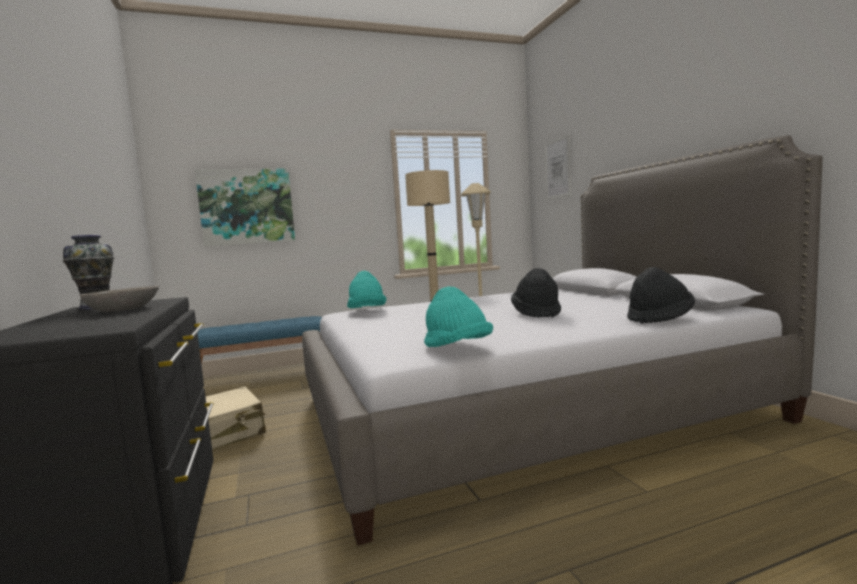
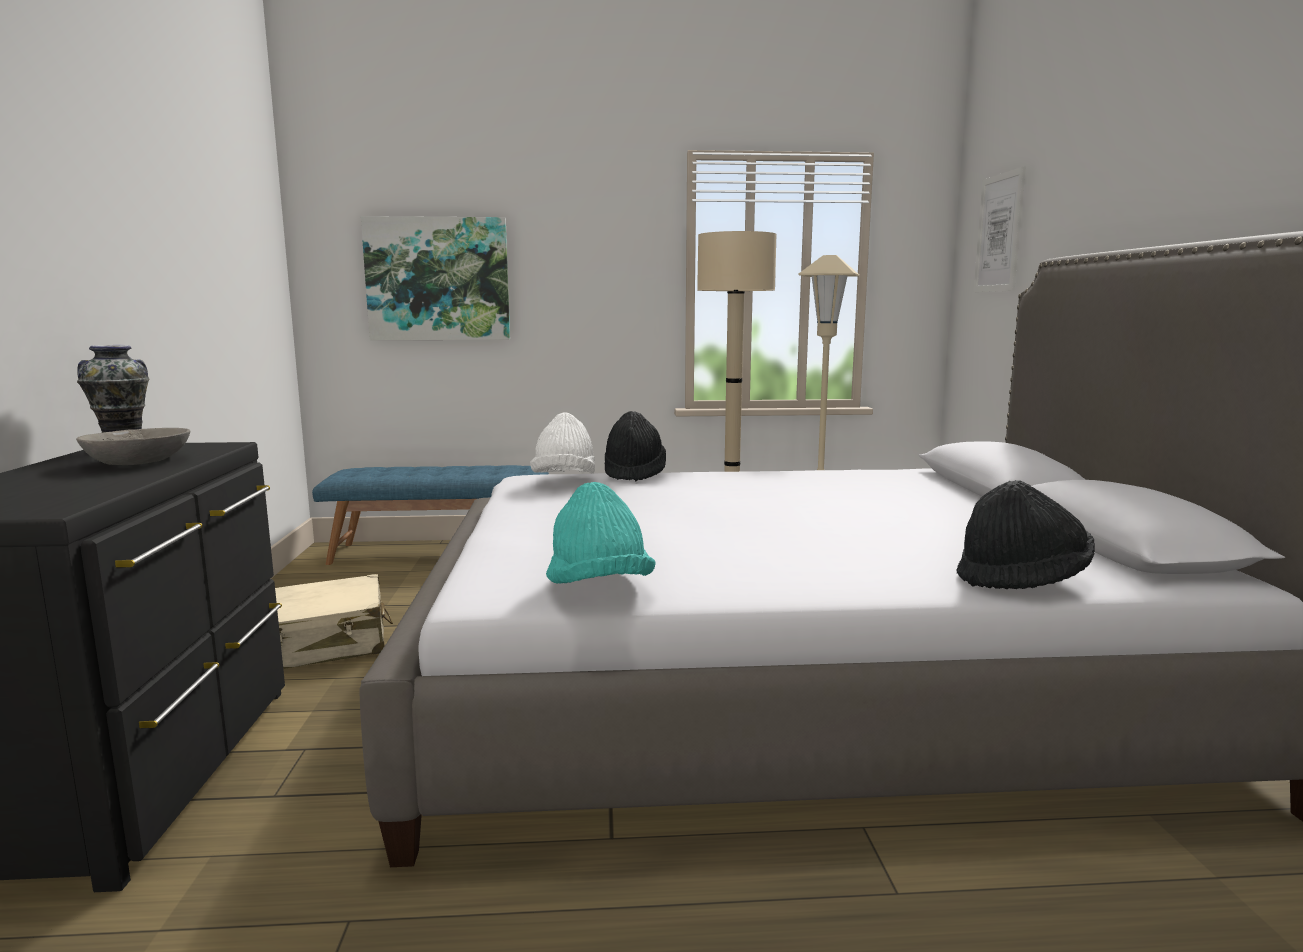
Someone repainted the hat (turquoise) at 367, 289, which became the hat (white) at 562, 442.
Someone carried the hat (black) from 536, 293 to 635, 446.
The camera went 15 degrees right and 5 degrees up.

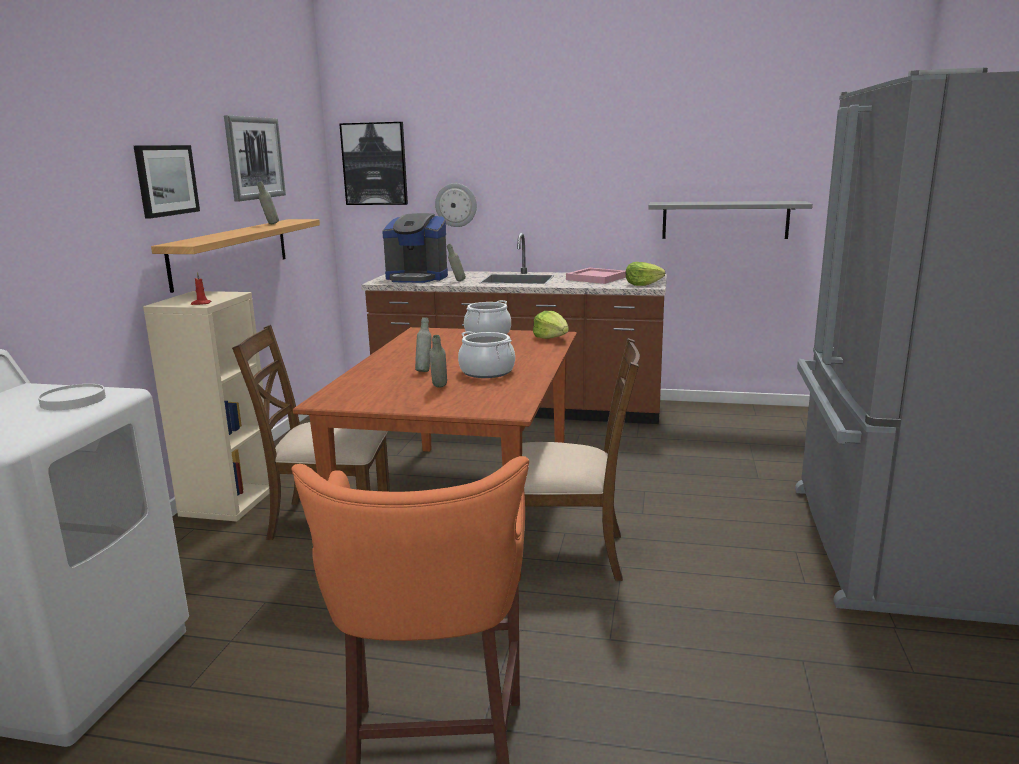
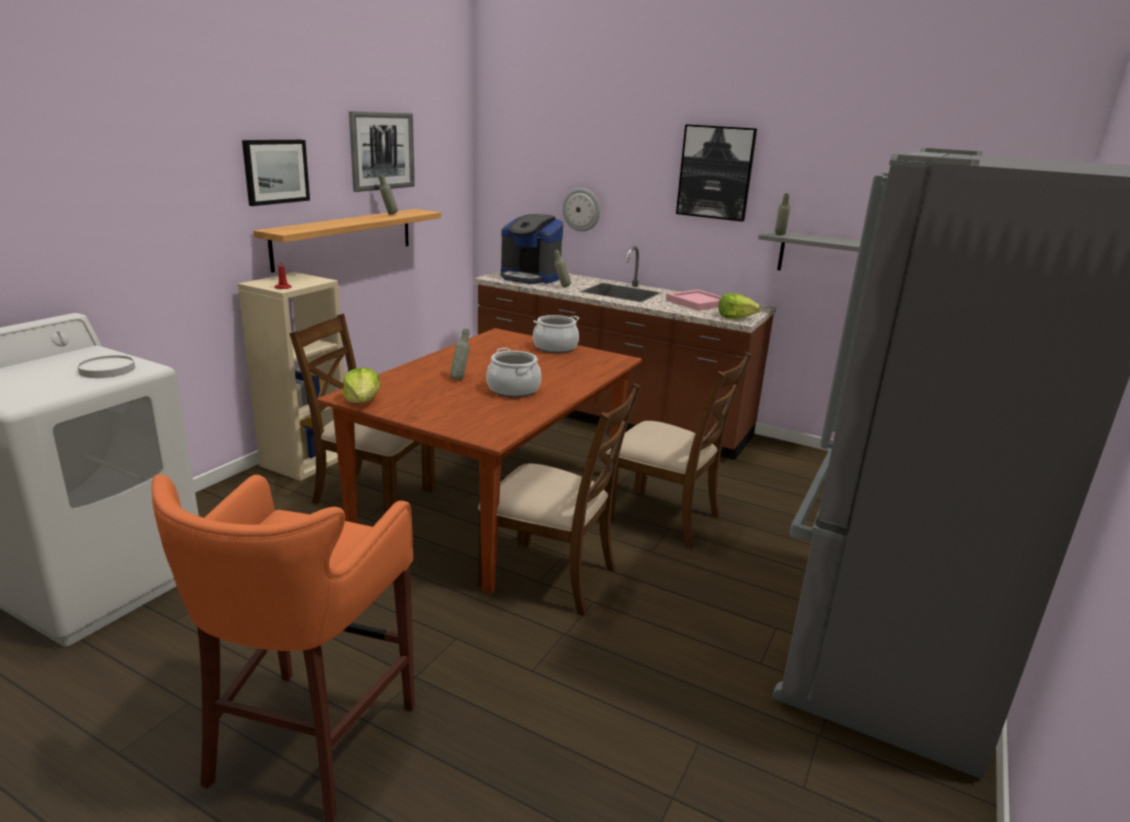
Someone carried the lettuce from 551, 325 to 362, 385.
Someone put down the chair (brown) at 679, 450.
Someone carried the picture from 373, 163 to 716, 173.
Someone carried the bottle (grey) from 438, 361 to 782, 214.
The camera went 15 degrees right and 5 degrees up.

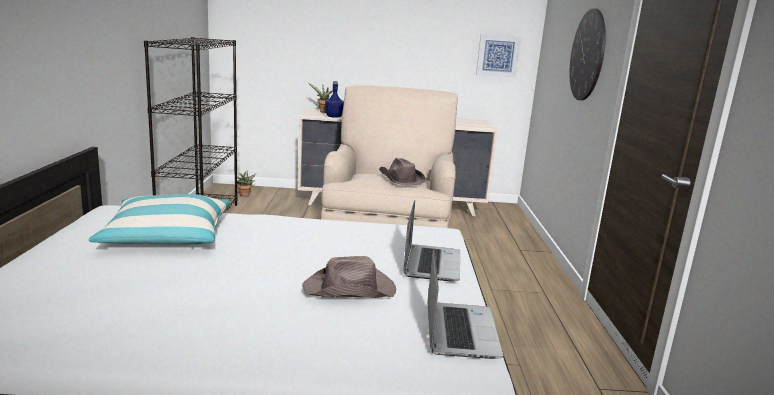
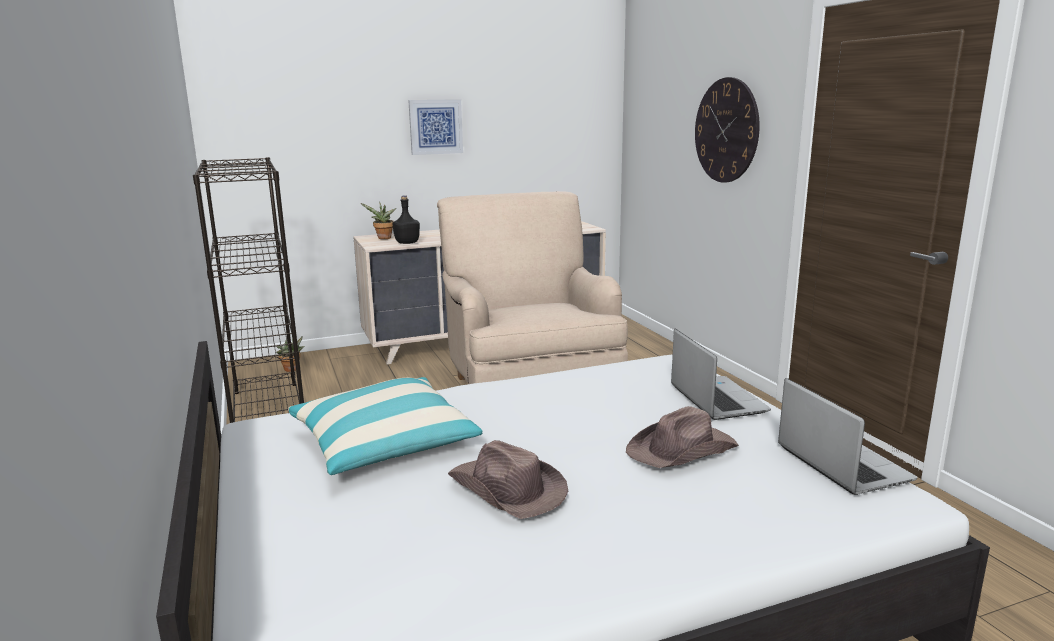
Someone repainted the bottle (blue) at 334, 99, which became the bottle (black) at 406, 220.
Someone carried the picture from 498, 56 to 435, 127.
Someone carried the hat (brown) from 402, 171 to 508, 479.
The camera went 20 degrees left and 0 degrees up.

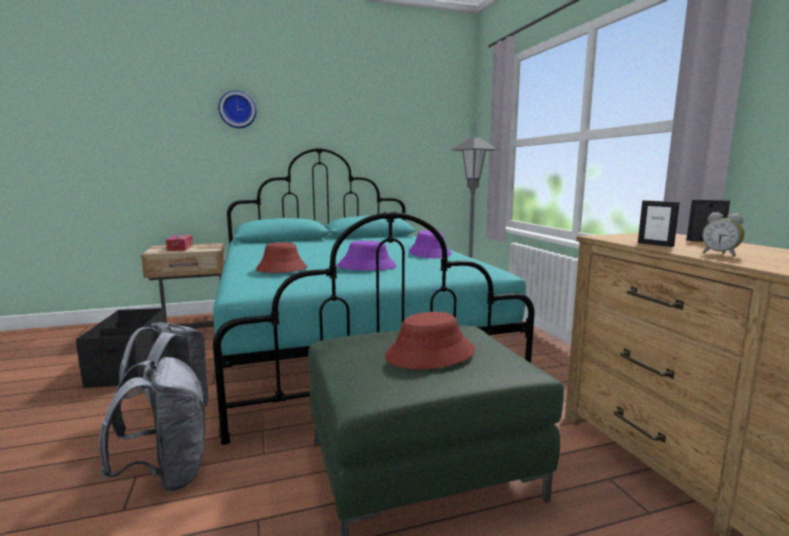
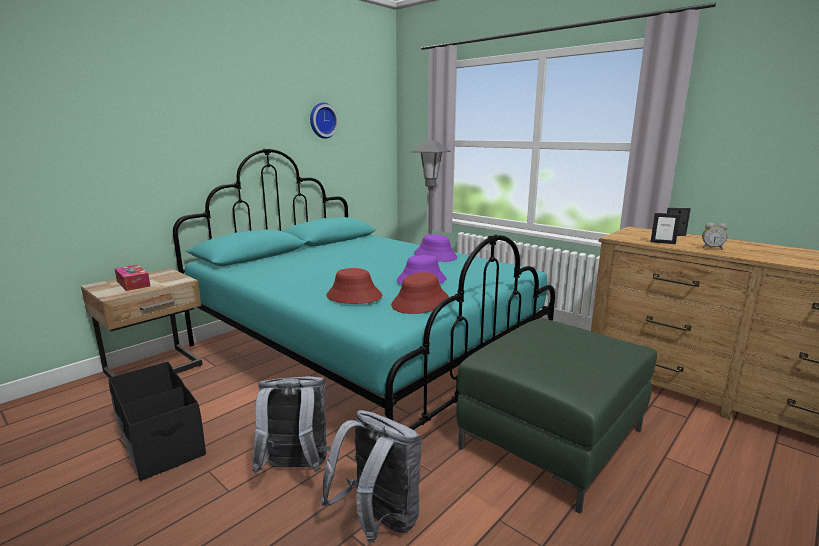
Someone carried the wall clock from 237, 109 to 324, 121.
Someone carried the hat (red) from 430, 340 to 420, 293.
The camera went 30 degrees left and 5 degrees up.

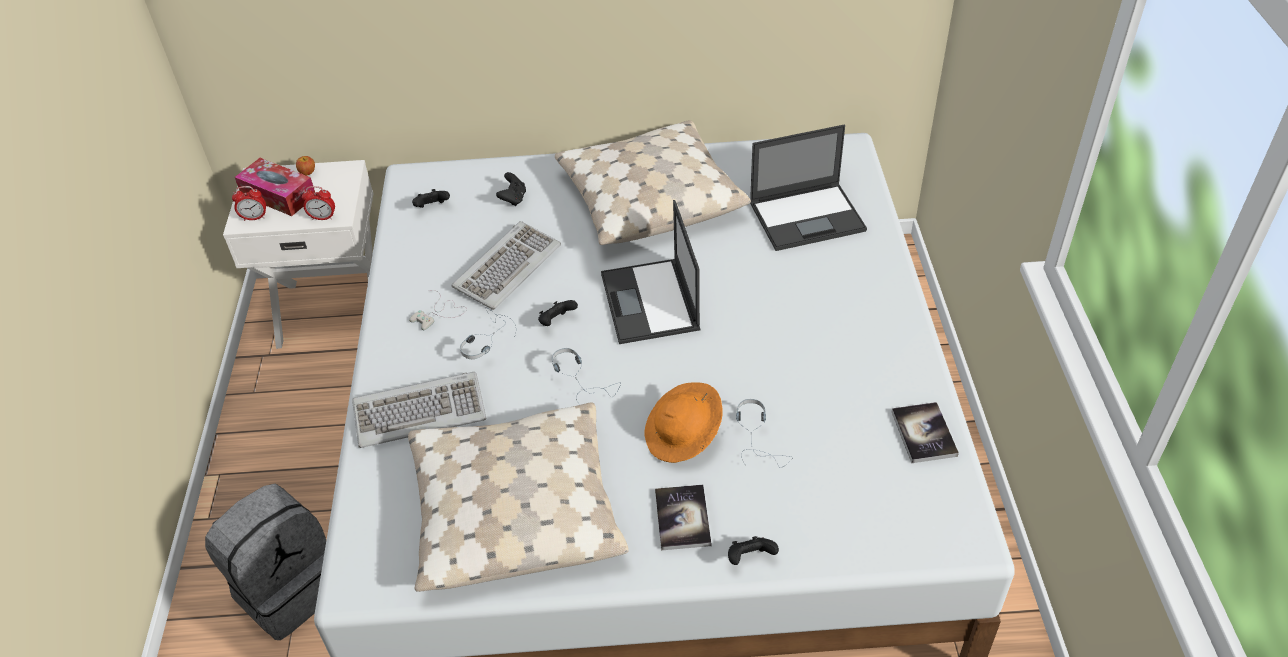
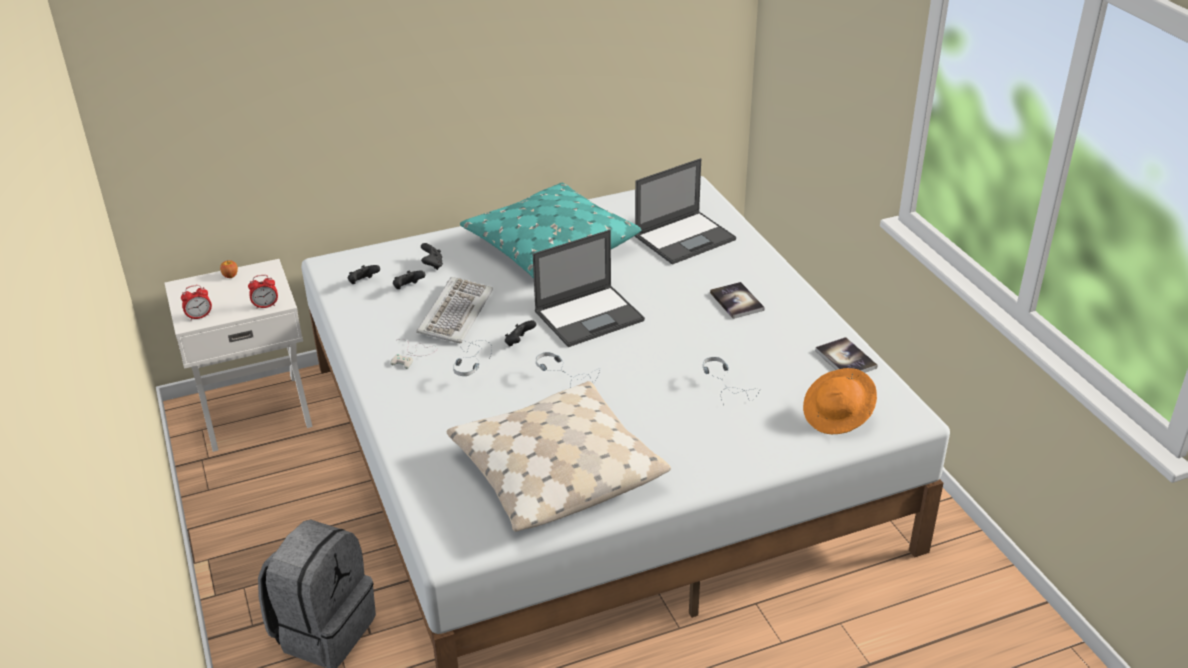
Someone carried the game controller (black) from 753, 550 to 409, 280.
Someone repainted the pillow (beige) at 653, 182, which became the pillow (turquoise) at 550, 231.
Someone rotated the laptop at 651, 272 by 90 degrees counterclockwise.
Someone carried the book from 683, 517 to 737, 300.
Someone carried the hat (orange) from 684, 422 to 840, 401.
Someone took away the tissue box at 275, 187.
Someone took away the keyboard at 419, 410.
The camera went 20 degrees left and 10 degrees down.

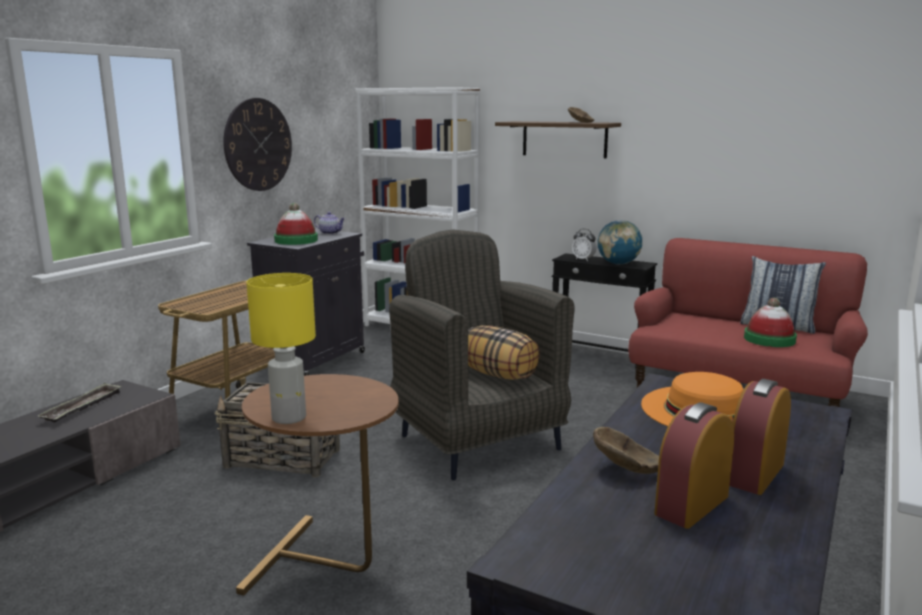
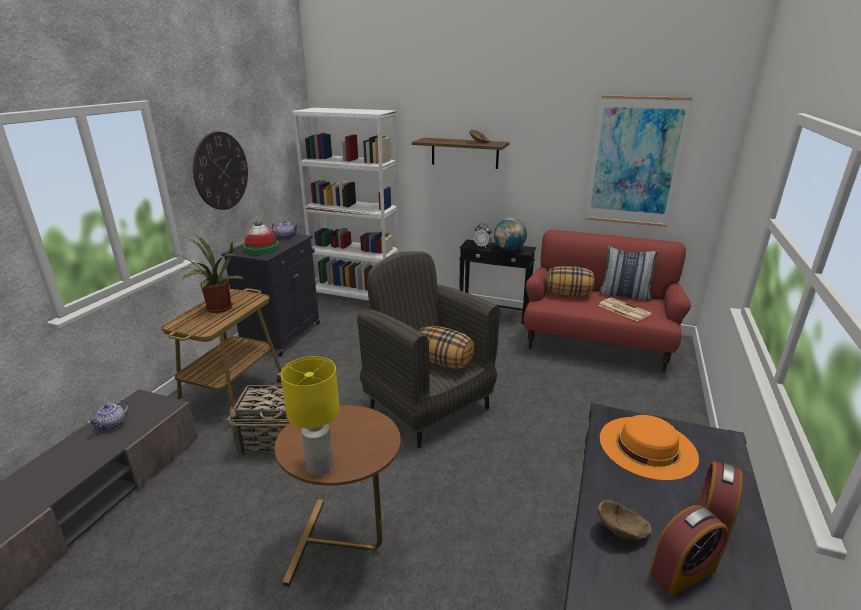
Someone swapped the tray at 80, 403 for the teapot at 108, 414.
Someone put down the potted plant at 209, 273.
Someone put down the pillow at 570, 281.
Someone put up the picture at 639, 161.
Someone swapped the hat at 770, 322 for the newspaper at 624, 309.
Someone rotated the alarm clock at 694, 466 by 150 degrees counterclockwise.
The camera went 10 degrees left and 10 degrees up.

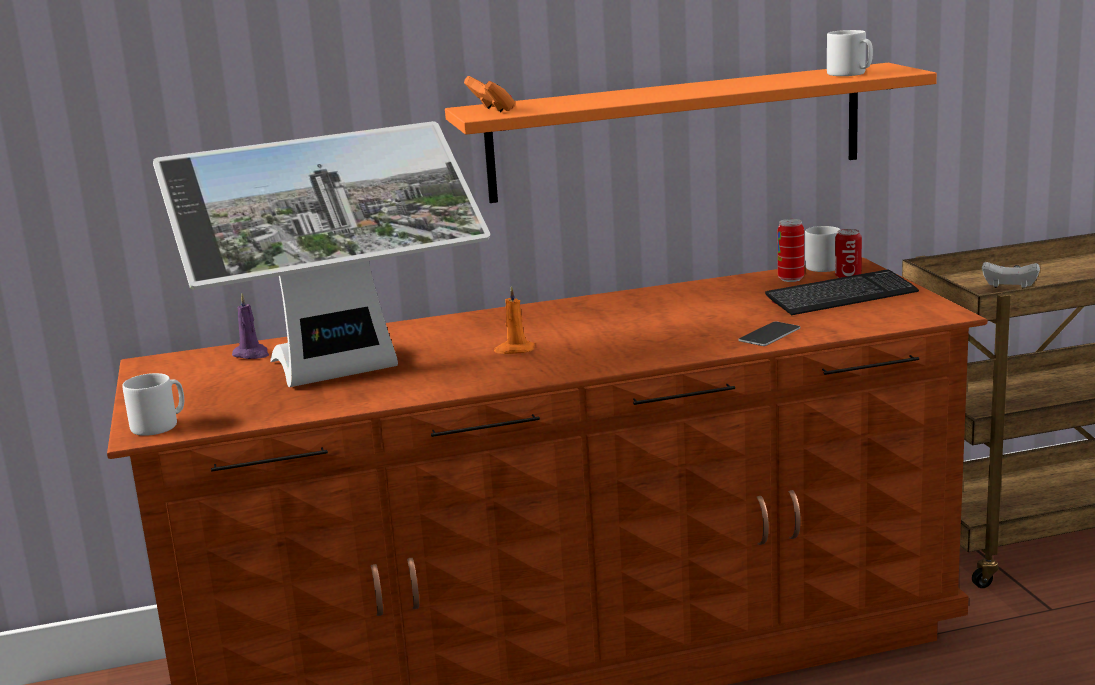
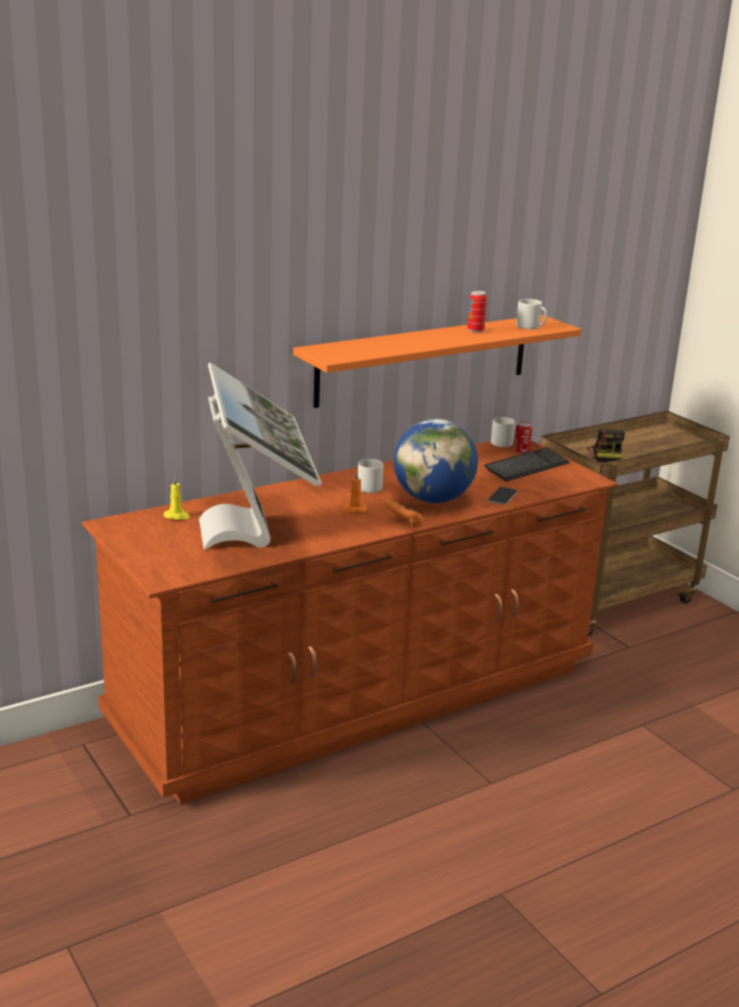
Someone repainted the candle (purple) at 250, 326, which became the candle (yellow) at 177, 498.
Someone rotated the monitor at 321, 254 by 60 degrees counterclockwise.
Someone carried the mug (grey) from 153, 404 to 370, 476.
Someone carried the game controller (orange) from 489, 94 to 405, 513.
Someone put down the globe at 436, 461.
Someone carried the can from 791, 250 to 477, 312.
Someone swapped the game controller (white) at 1011, 275 for the photo camera at 606, 445.
The camera went 20 degrees left and 5 degrees up.

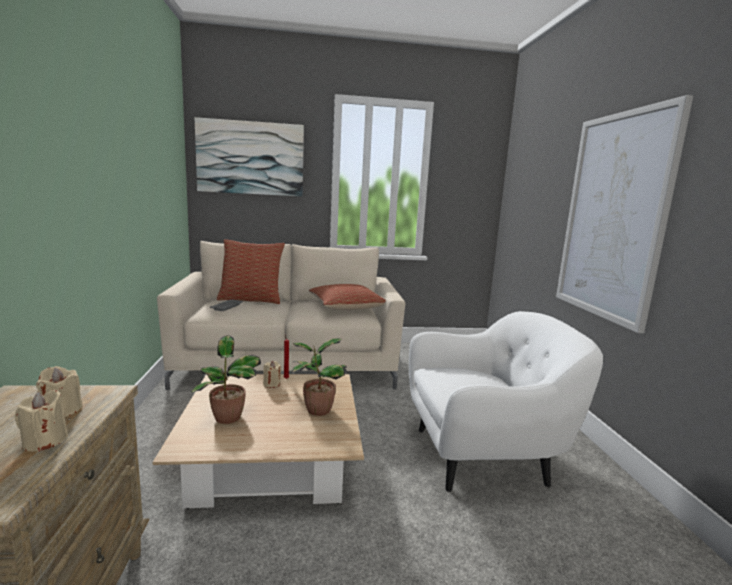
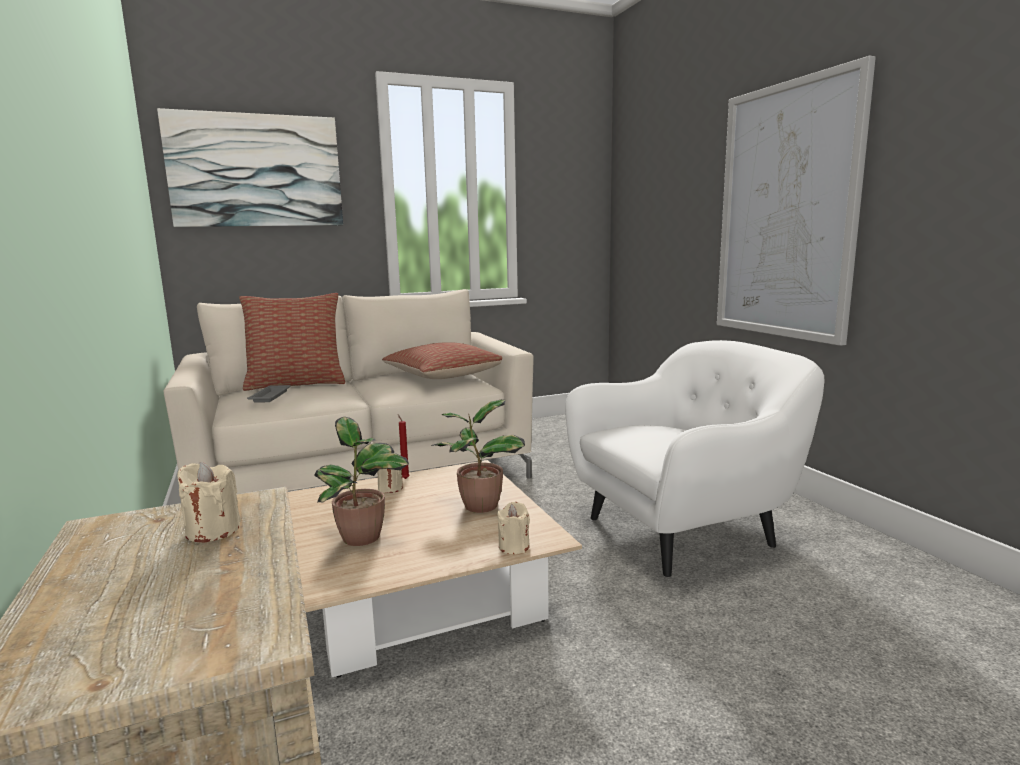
Someone carried the candle (beige) from 41, 421 to 513, 528.
The camera went 15 degrees left and 0 degrees up.

